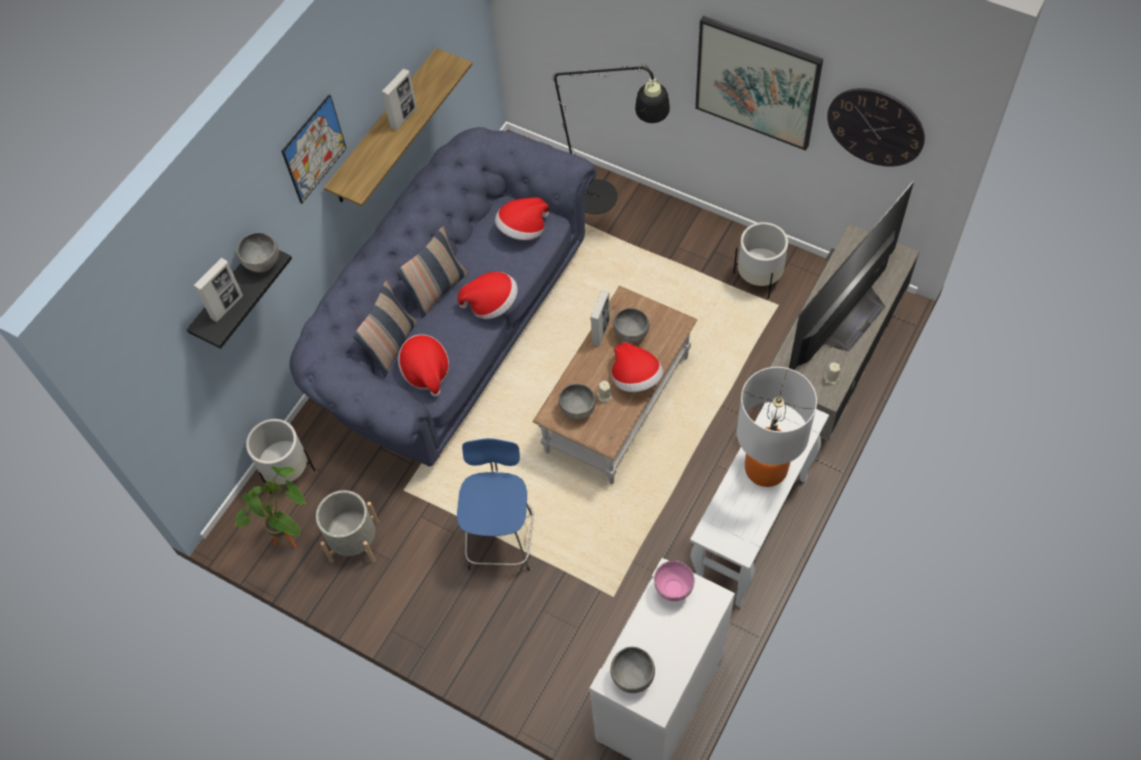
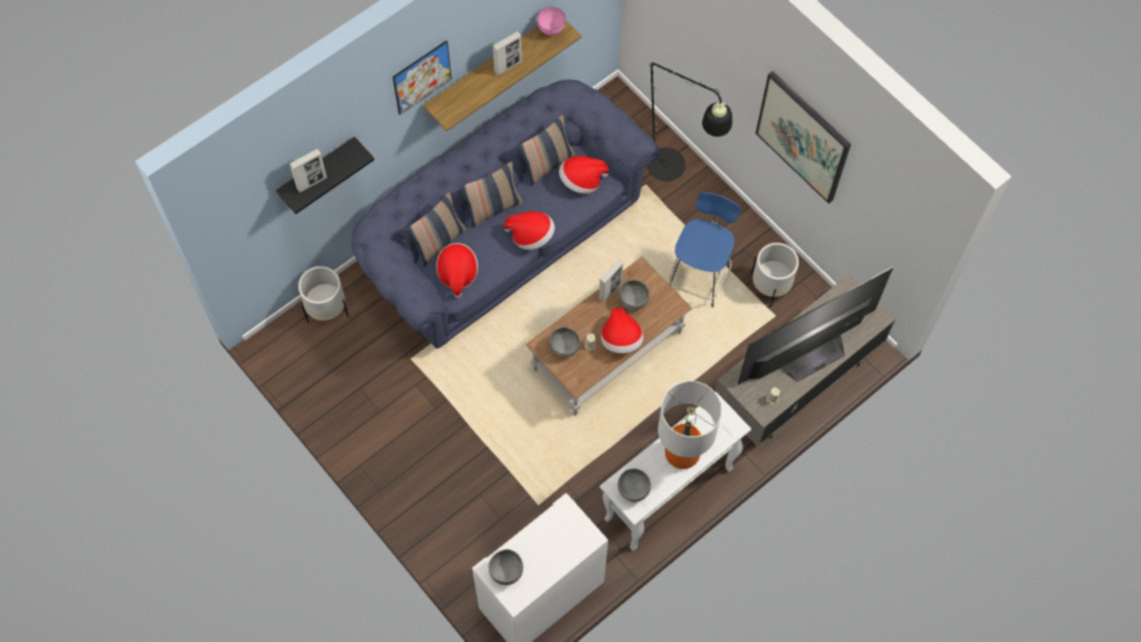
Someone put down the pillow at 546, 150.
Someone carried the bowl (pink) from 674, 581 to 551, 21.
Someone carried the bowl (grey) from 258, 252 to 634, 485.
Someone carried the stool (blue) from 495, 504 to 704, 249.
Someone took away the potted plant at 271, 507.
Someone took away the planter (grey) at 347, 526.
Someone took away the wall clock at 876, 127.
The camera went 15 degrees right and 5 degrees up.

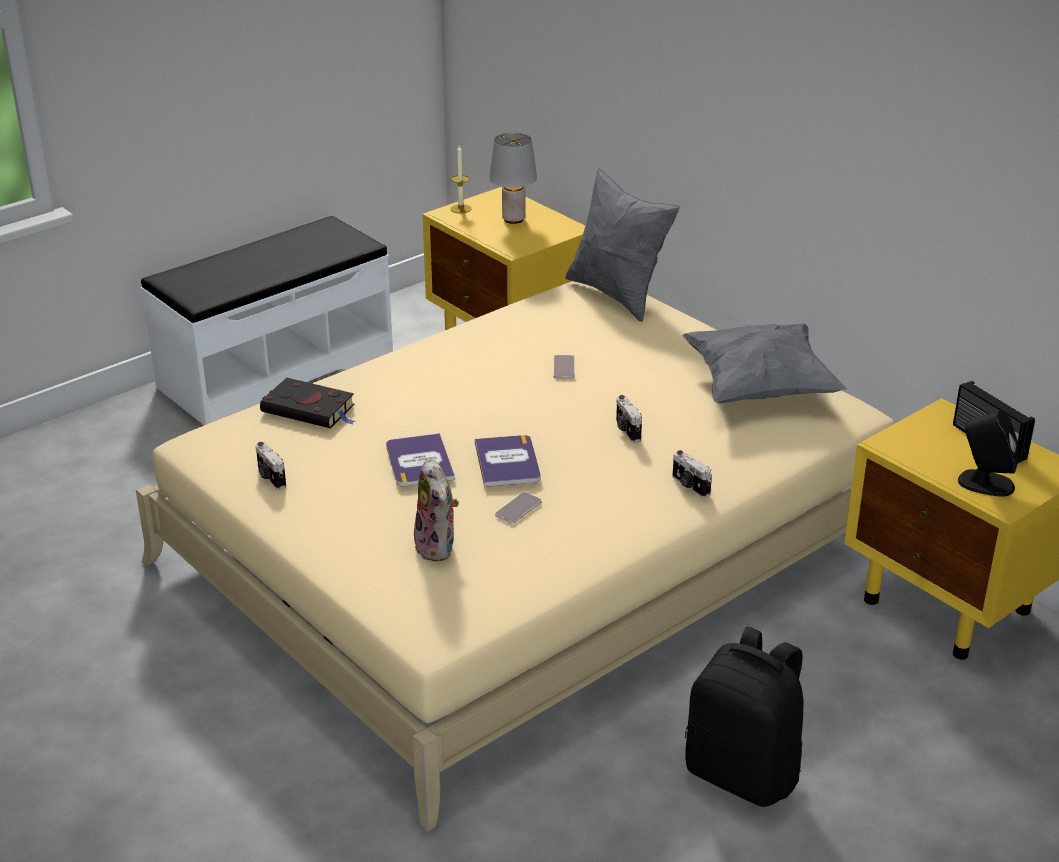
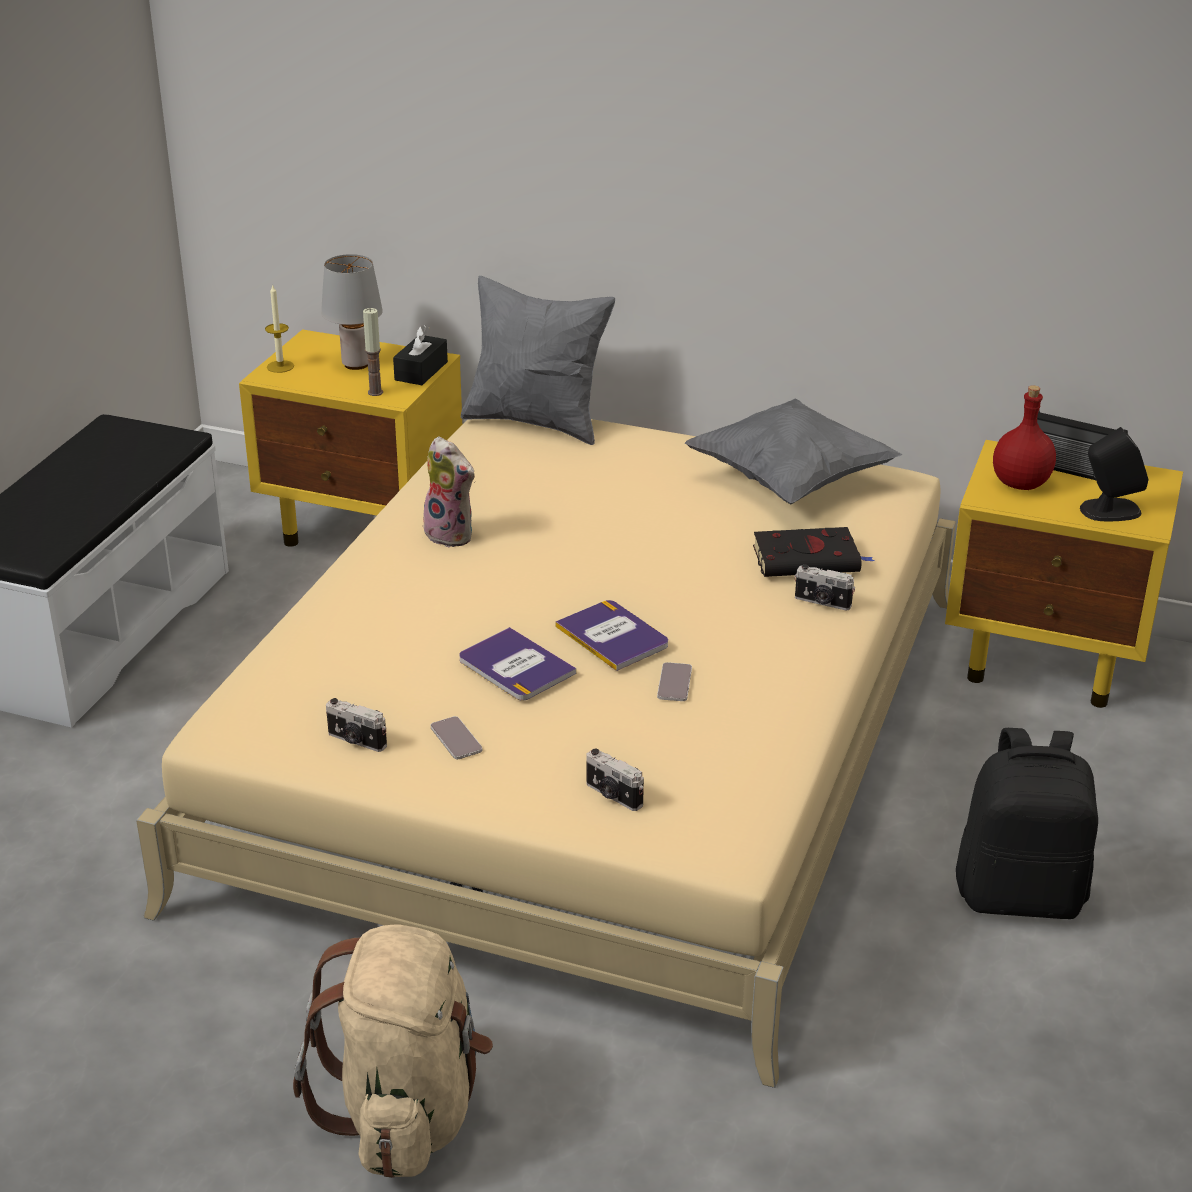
Someone put down the backpack (beige) at 393, 1051.
Someone put down the candle at 373, 352.
Someone put down the tissue box (black) at 420, 355.
Someone carried the plush toy from 436, 509 to 449, 492.
Someone carried the phone from 564, 367 to 456, 737.
Someone carried the photo camera from 629, 419 to 615, 779.
Someone carried the book (black) from 308, 403 to 813, 552.
Someone put down the bottle (red) at 1024, 437.
The camera went 30 degrees left and 0 degrees up.

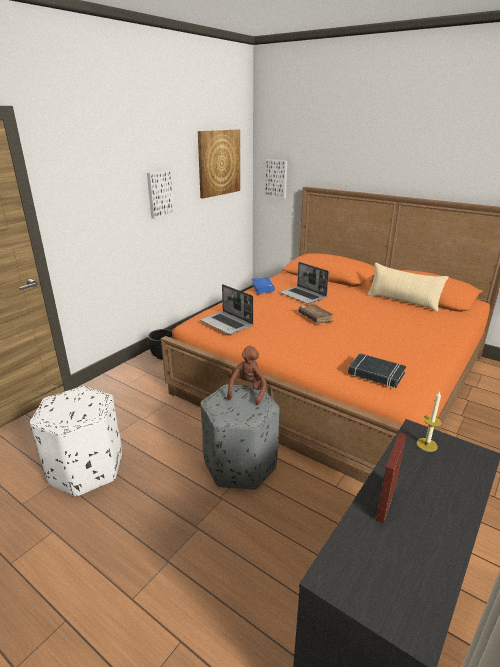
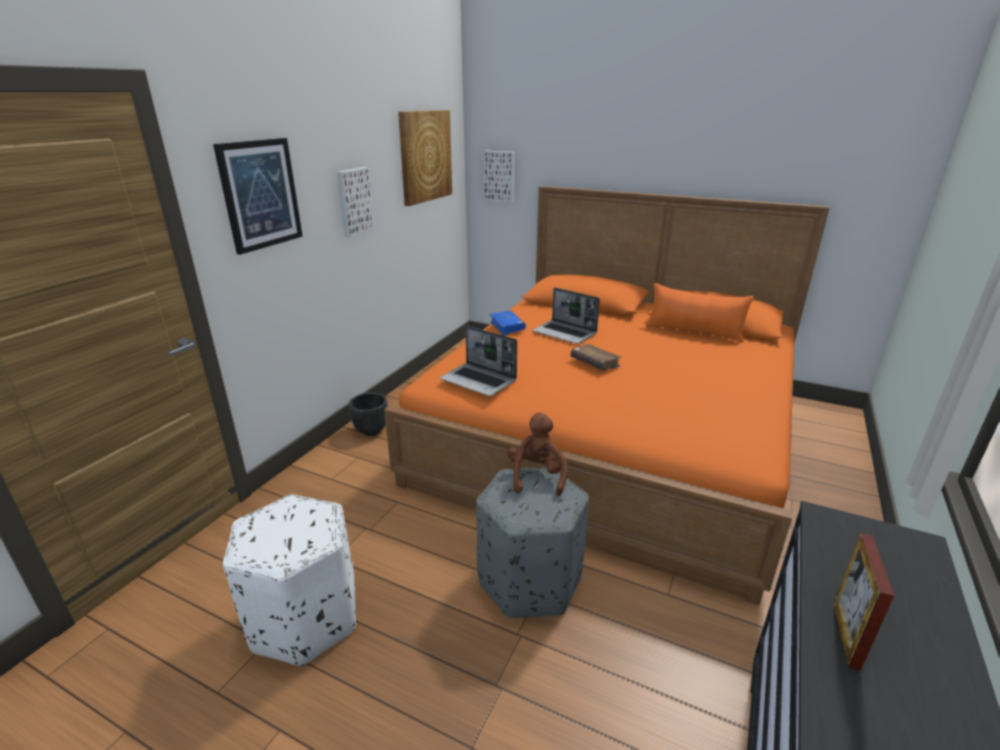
Someone put up the picture at 258, 196.
Someone repainted the pillow (beige) at 408, 287, which became the pillow (orange) at 700, 313.
Someone took away the book (black) at 377, 370.
Someone took away the candle at 429, 421.
The camera went 10 degrees left and 0 degrees up.

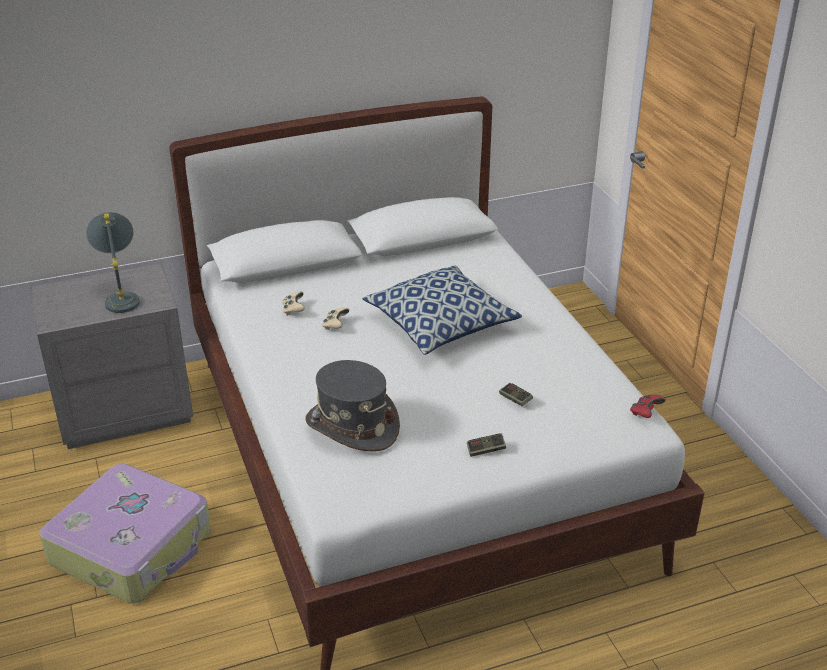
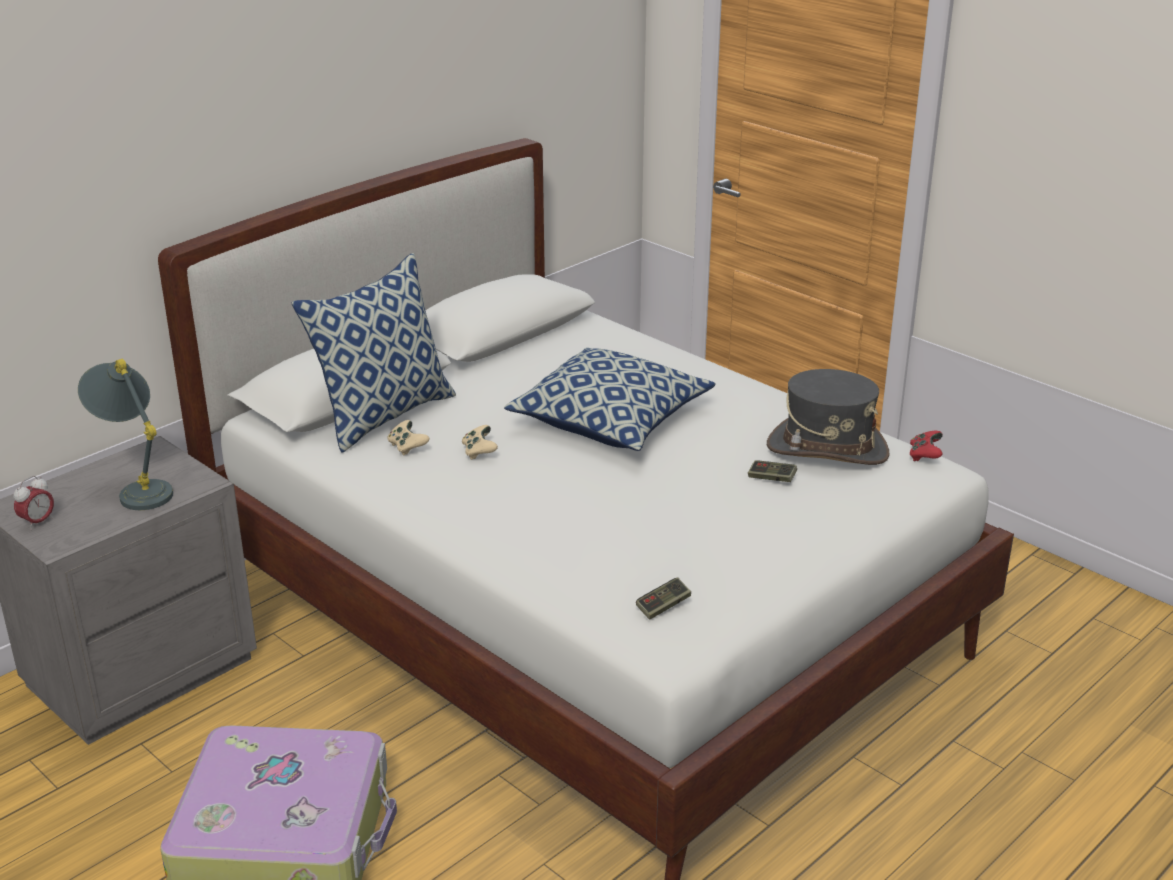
Someone put down the alarm clock at 33, 503.
Someone put down the pillow at 374, 353.
Someone carried the game controller from 486, 445 to 663, 598.
Someone carried the hat (grey) from 353, 405 to 828, 417.
The camera went 25 degrees left and 5 degrees down.

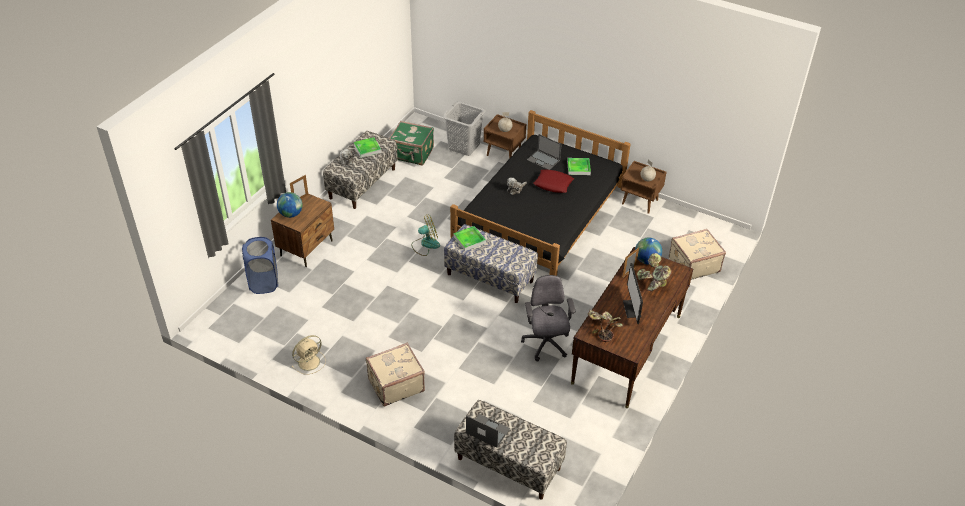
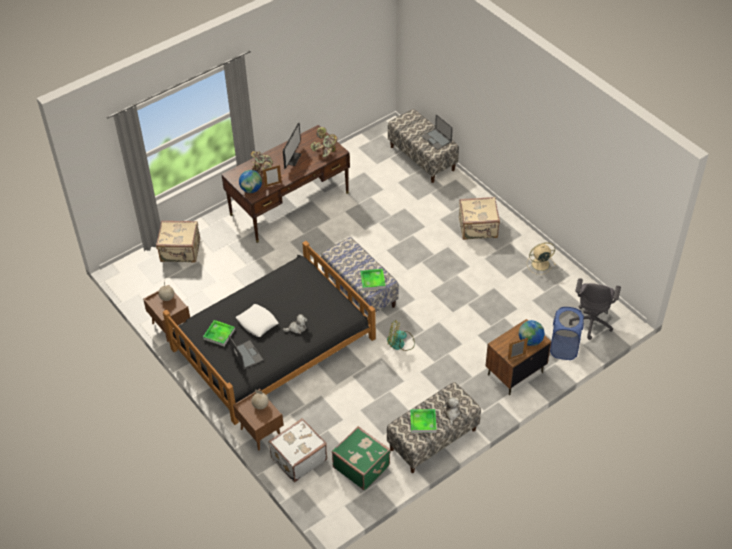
Someone repainted the pillow (red) at 553, 181, which became the pillow (white) at 257, 320.
Someone swapped the laundry basket (grey) at 464, 128 for the suitcase (white) at 297, 450.
Someone carried the office chair (grey) from 548, 318 to 598, 309.
The camera went 155 degrees left and 5 degrees up.

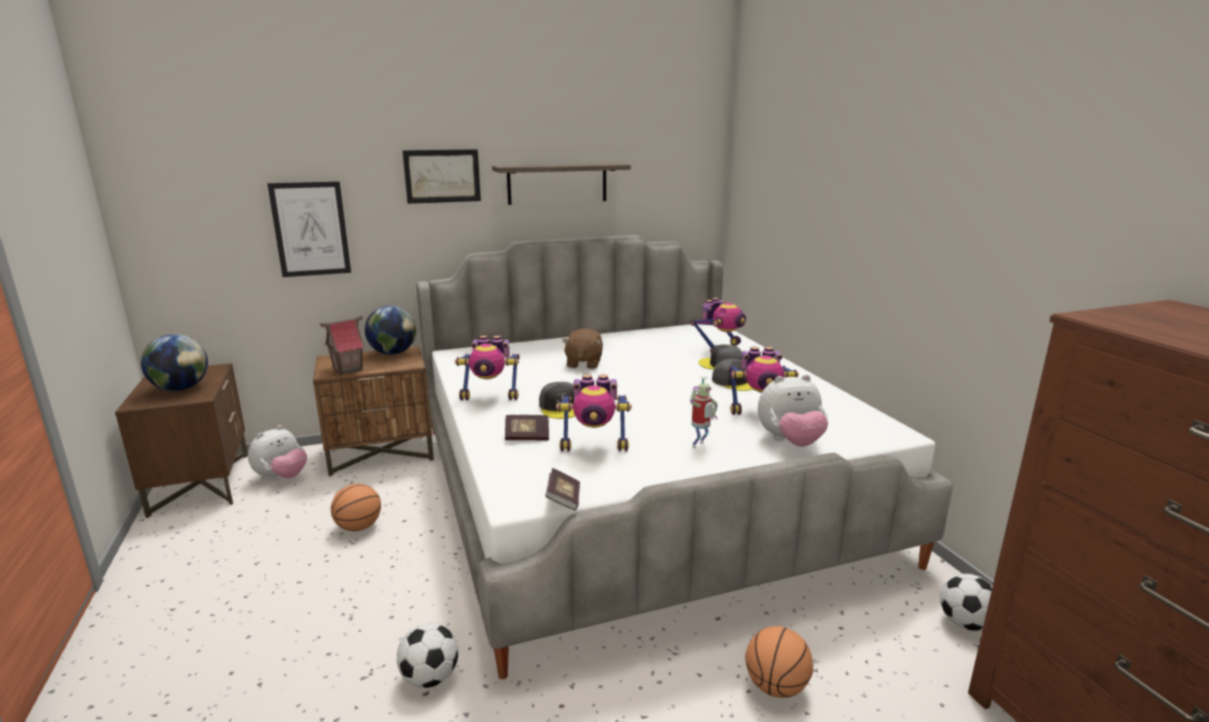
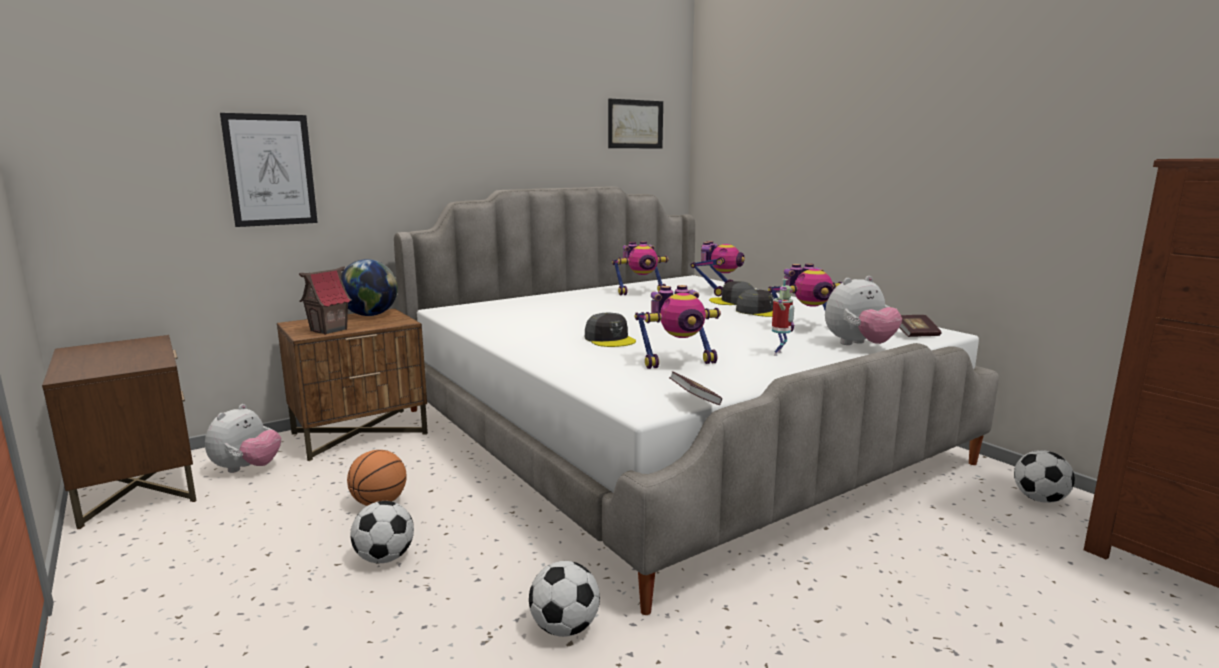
Someone put down the football at 382, 532.
Someone carried the picture from 441, 176 to 635, 123.
Someone carried the toy robot from 487, 367 to 640, 268.
Someone carried the book from 527, 427 to 920, 326.
Someone took away the globe at 174, 362.
Someone took away the shelf at 561, 184.
Someone took away the plush toy (brown) at 582, 348.
Someone took away the basketball at 779, 662.
The camera went 15 degrees left and 5 degrees down.

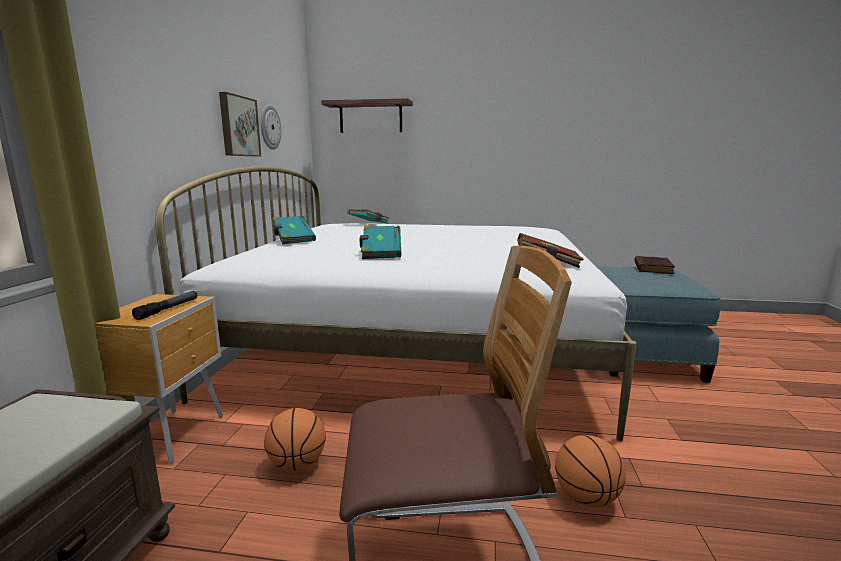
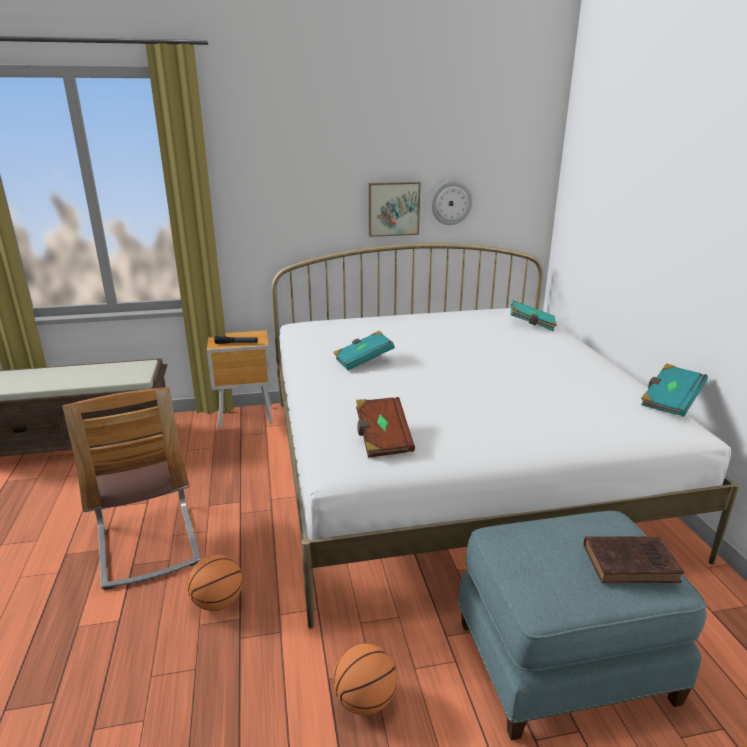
Someone carried the basketball from 295, 439 to 365, 679.
Someone carried the book (turquoise) from 294, 230 to 674, 390.
Someone took away the shelf at 367, 115.
The camera went 70 degrees right and 10 degrees up.

